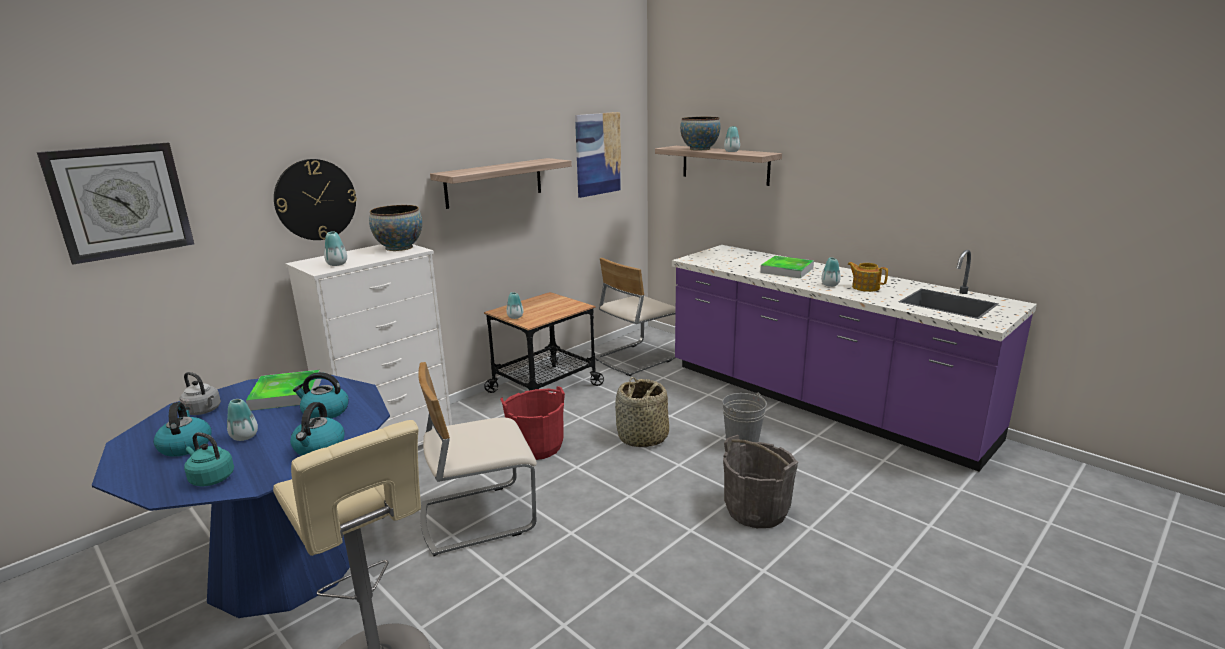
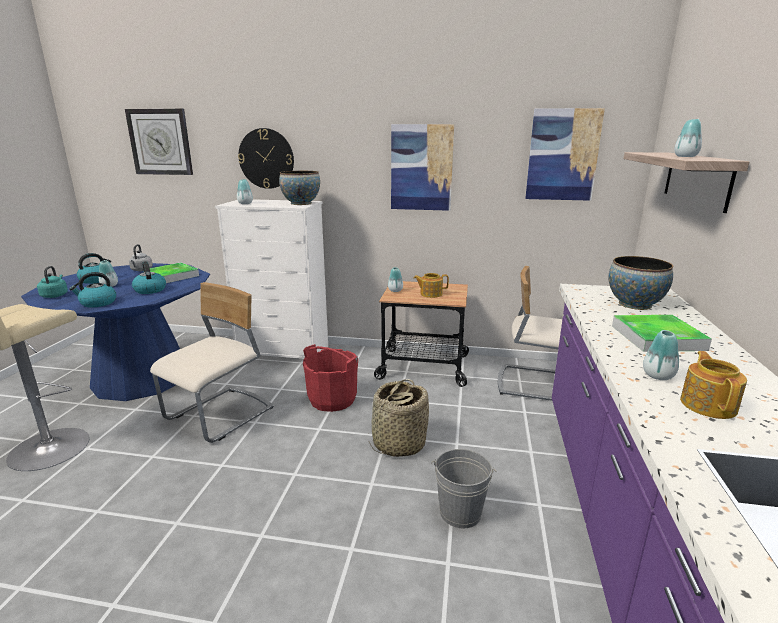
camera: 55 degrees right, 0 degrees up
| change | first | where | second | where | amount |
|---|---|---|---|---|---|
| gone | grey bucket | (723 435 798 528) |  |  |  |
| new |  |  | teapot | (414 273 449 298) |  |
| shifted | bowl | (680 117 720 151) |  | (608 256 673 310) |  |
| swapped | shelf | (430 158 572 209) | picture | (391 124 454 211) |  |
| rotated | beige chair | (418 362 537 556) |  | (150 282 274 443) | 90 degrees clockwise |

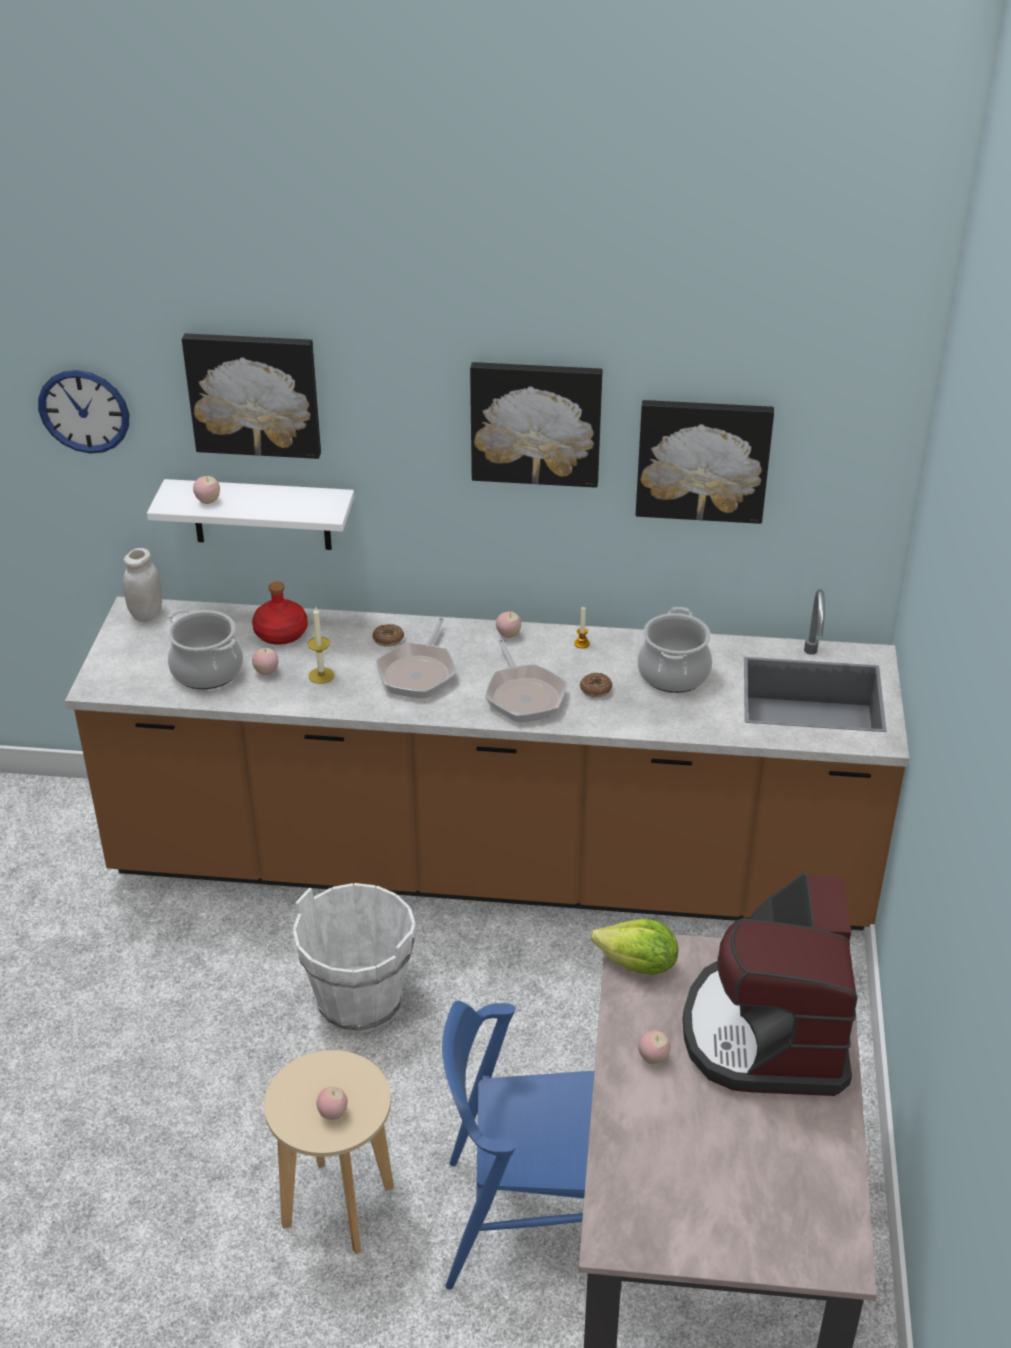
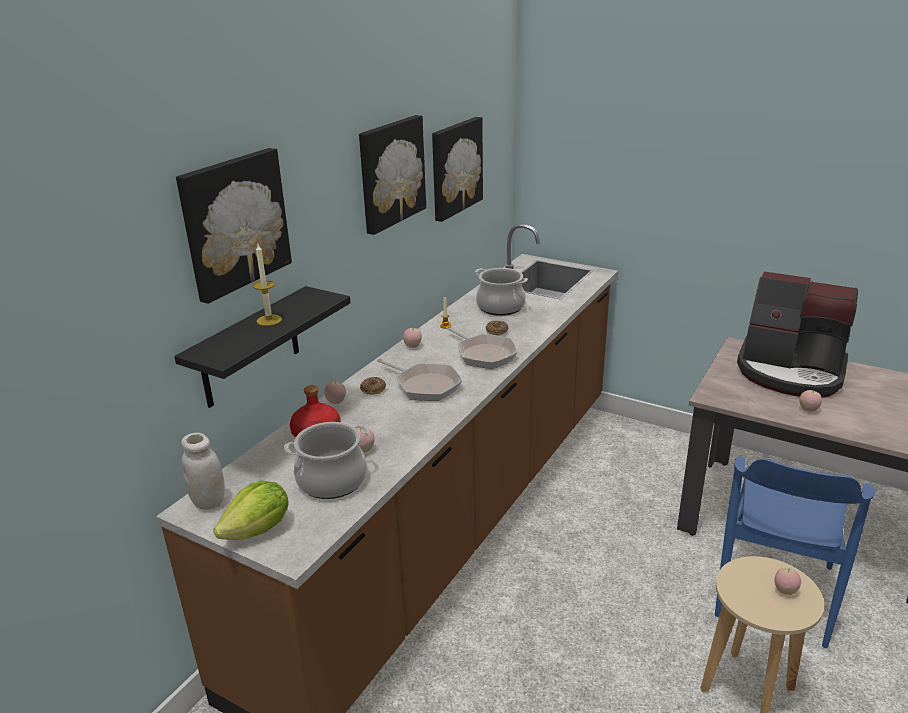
camera: 65 degrees left, 10 degrees down
| change | first | where | second | where | amount |
|---|---|---|---|---|---|
| gone | wall clock | (38 370 129 454) |  |  |  |
| gone | white bucket | (293 883 415 1033) |  |  |  |
| shifted | apple | (193 476 220 504) |  | (324 381 346 404) |  |
| shifted | candle | (308 607 335 684) |  | (253 244 282 326) |  |
| shifted | lettuce | (591 919 679 975) |  | (213 480 288 540) |  |
| repainted | white shelf | (147 479 354 550) | black shelf | (174 286 351 408) |  |
| rotated | frying pan | (485 639 567 722) |  | (446 326 517 369) | 45 degrees clockwise |

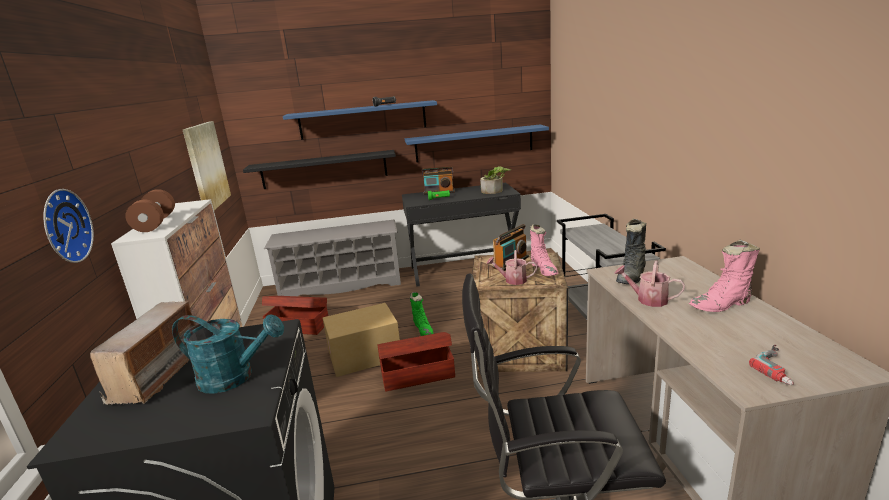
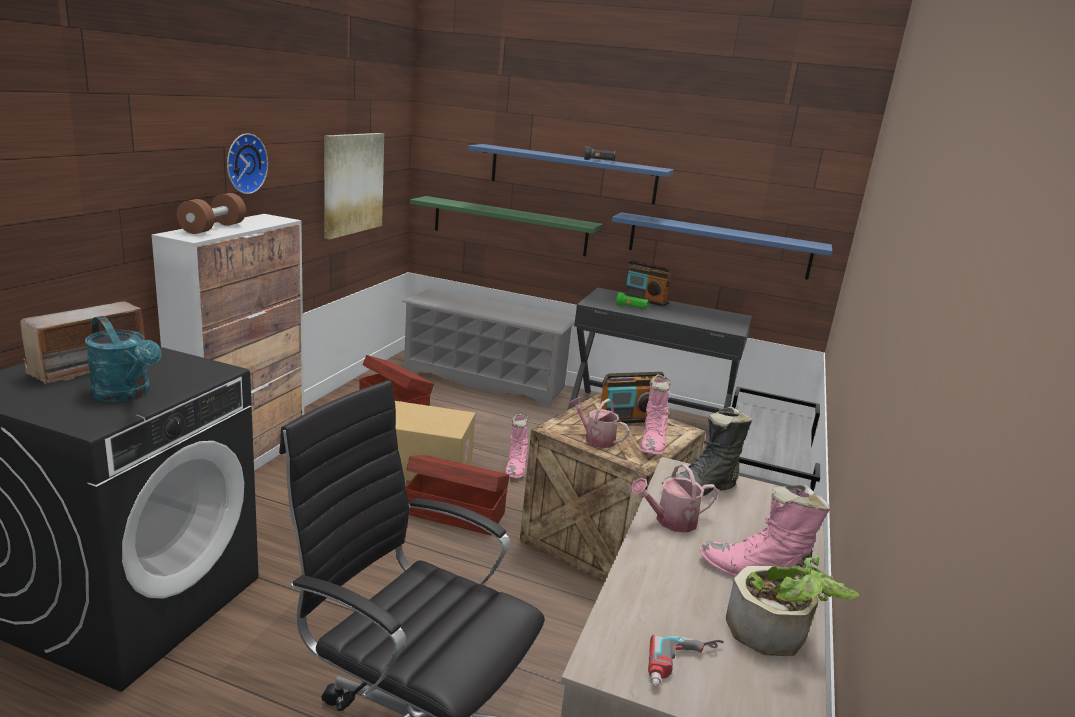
camera: 25 degrees right, 0 degrees up
| change | first | where | second | where | amount |
|---|---|---|---|---|---|
| shifted | wall clock | (43 189 94 263) |  | (227 133 268 194) |  |
| shifted | potted plant | (480 166 511 194) |  | (726 556 859 656) |  |
| repainted | black shelf | (243 150 396 189) | green shelf | (410 196 603 256) |  |
| repainted | green boot | (410 292 434 336) | pink boot | (505 414 528 478) |  |
| rotated | watering can | (615 261 685 307) |  | (630 464 718 532) | 75 degrees counterclockwise |

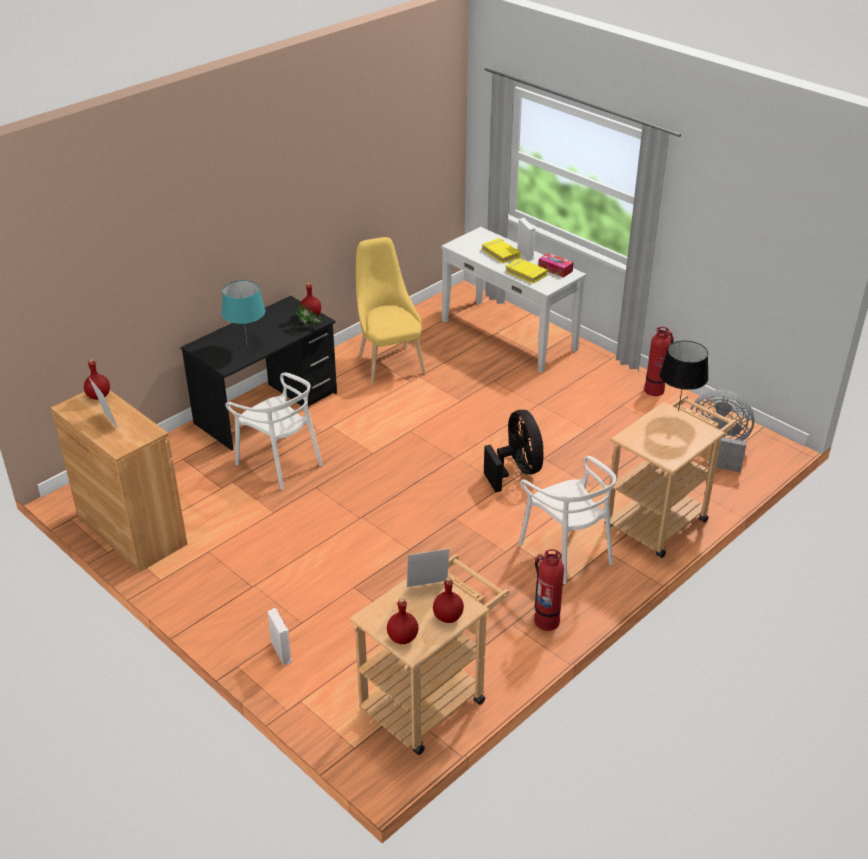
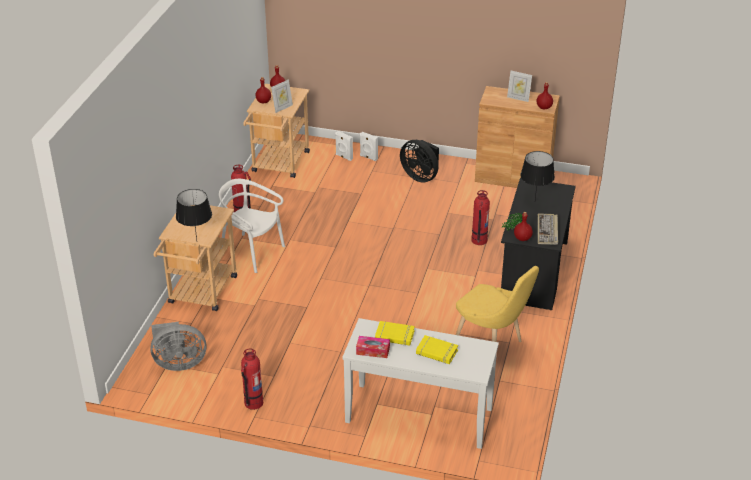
camera: 150 degrees right, 0 degrees up
| change | first | where | second | where | amount |
|---|---|---|---|---|---|
| new |  |  | keyboard | (538 214 558 245) |  |
| shifted | black fan | (484 410 544 492) |  | (400 140 439 183) |  |
| shifted | white speaker | (518 218 536 260) |  | (335 131 353 161) |  |
| swapped | white chair | (225 372 323 490) | fire extinguisher | (471 190 490 245) |  |
| repainted | turquoise table lamp | (222 280 265 346) | black table lamp | (520 151 555 200) |  |

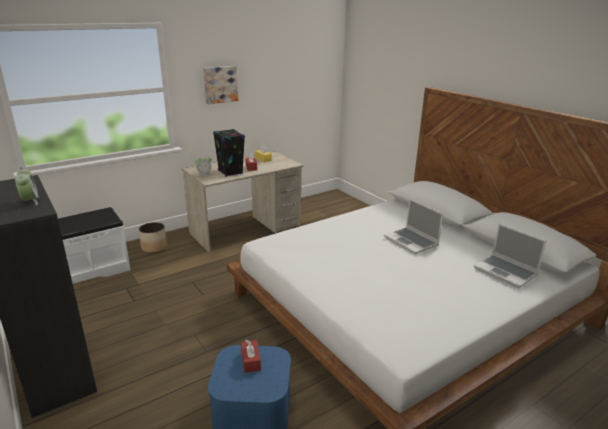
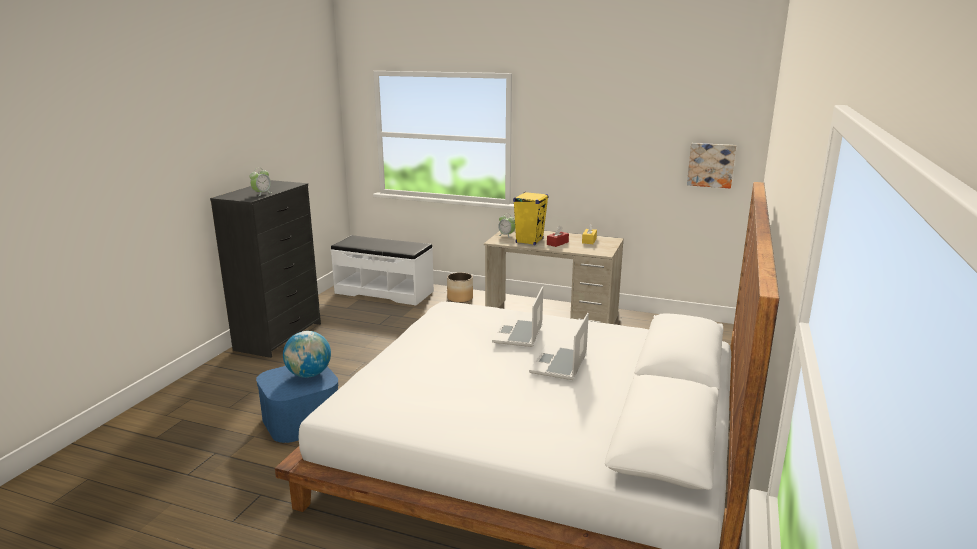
camera: 55 degrees right, 5 degrees down
| change | first | where | second | where | amount |
|---|---|---|---|---|---|
| shifted | picture | (204 66 238 104) |  | (687 143 736 188) |  |
| shifted | laptop | (474 224 546 288) |  | (492 286 543 347) |  |
| swapped | red tissue box | (241 340 261 373) | globe | (283 331 331 378) |  |
| repainted | black speaker | (213 129 245 177) | yellow speaker | (513 192 549 245) |  |

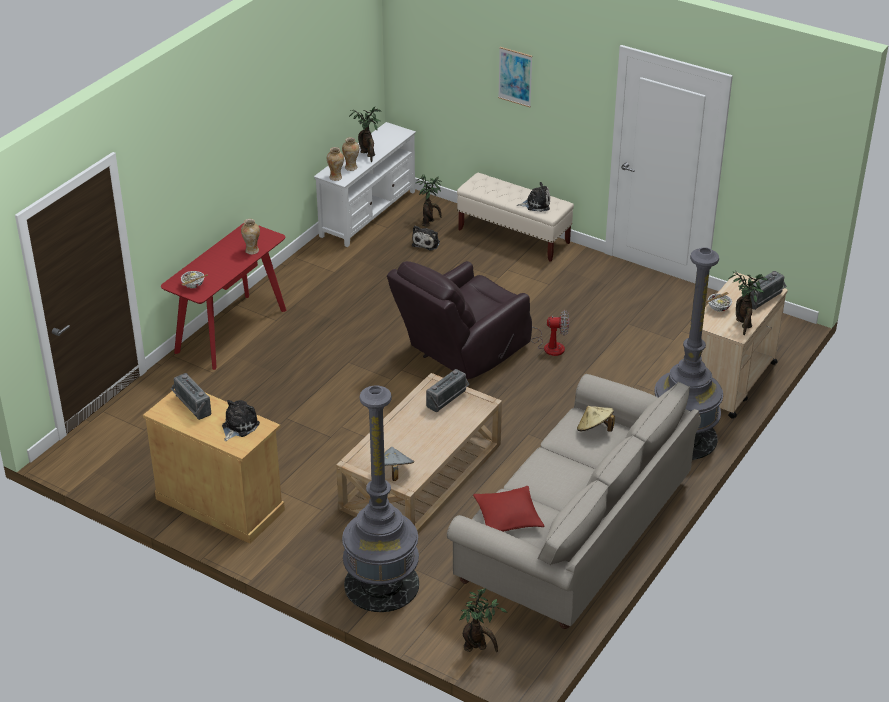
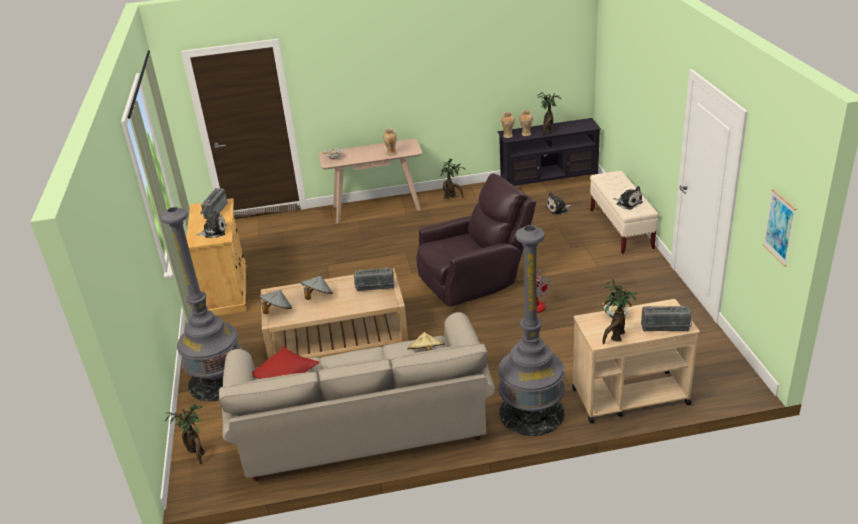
camera: 50 degrees right, 5 degrees down
| change | first | where | second | where | amount |
|---|---|---|---|---|---|
| new |  |  | grey hat | (301 276 333 300) |  |
| shifted | potted plant | (416 175 442 227) |  | (440 159 466 199) |  |
| shifted | picture | (498 47 533 107) |  | (763 189 796 267) |  |
| repainted | red console table | (161 223 287 370) | beige console table | (319 139 422 223) |  |
| repainted | white tv stand | (314 122 416 247) | black tv stand | (498 118 601 186) |  |
| rotated | brown armchair | (387 261 532 379) |  | (416 174 536 307) | 150 degrees clockwise |

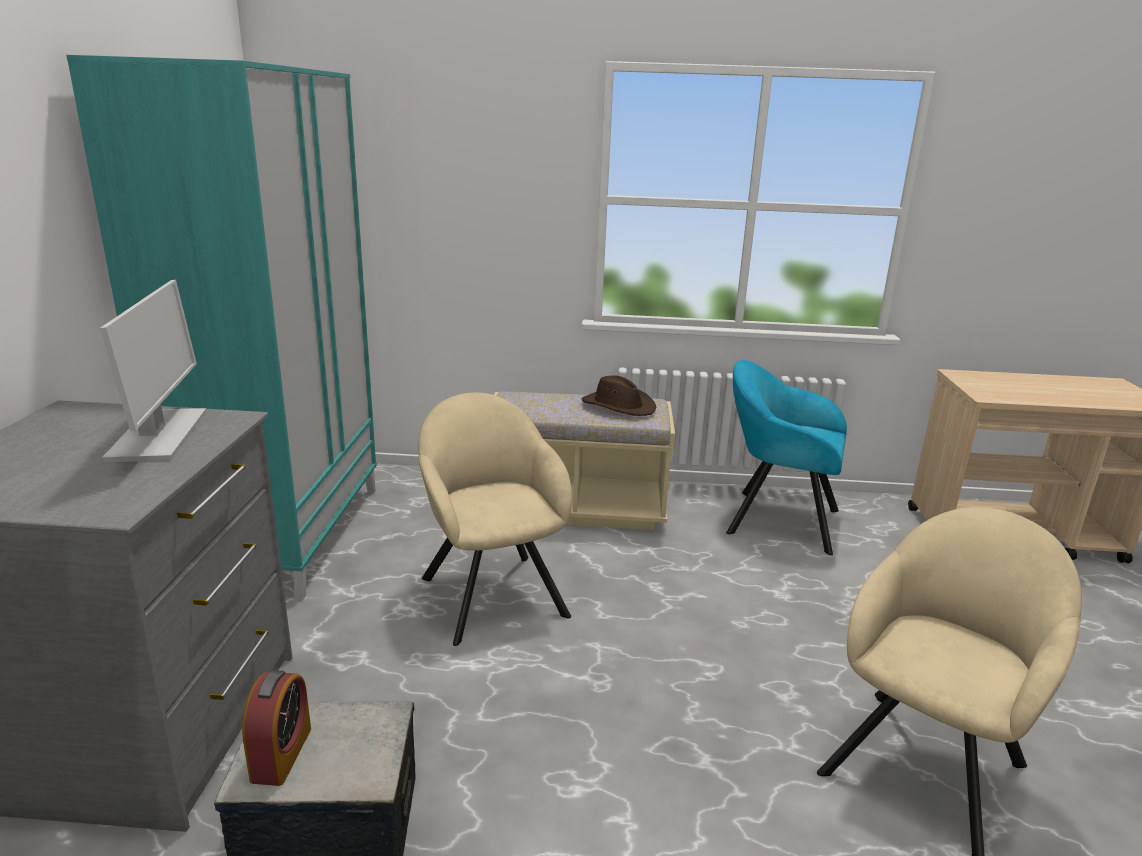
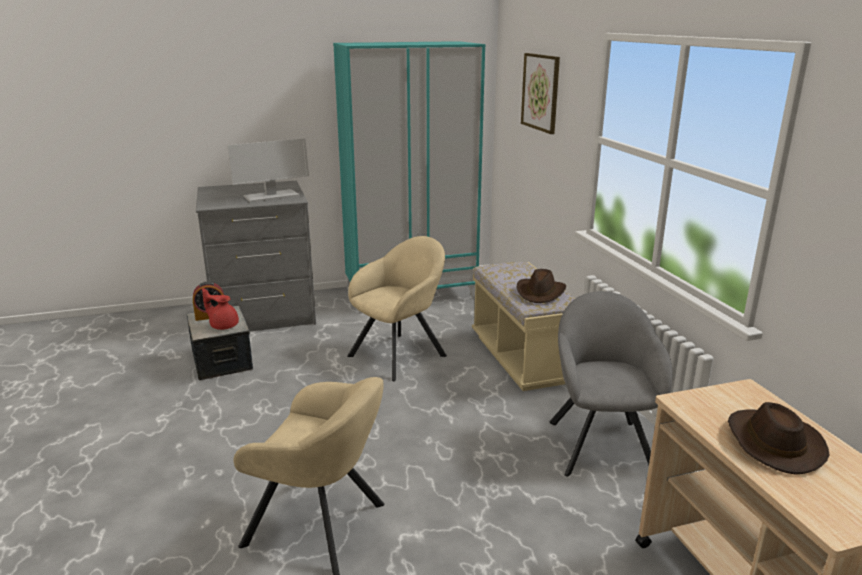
camera: 70 degrees right, 0 degrees up
| change | first | where | second | where | amount |
|---|---|---|---|---|---|
| new |  |  | red teapot | (202 288 239 330) |  |
| new |  |  | picture | (521 53 560 134) |  |
| new |  |  | brown hat | (728 402 830 475) |  |
| repainted | turquoise armchair | (726 360 847 555) | grey armchair | (550 291 673 476) |  |

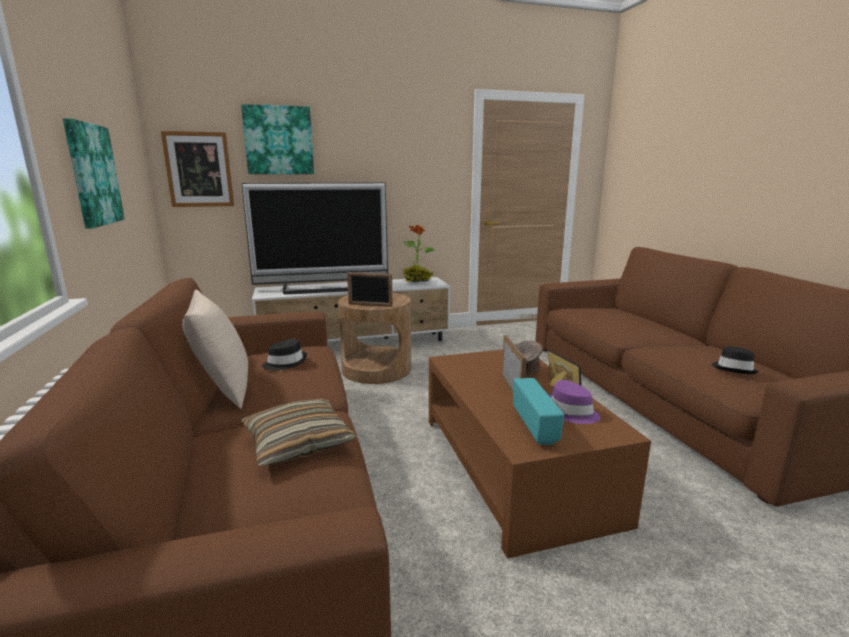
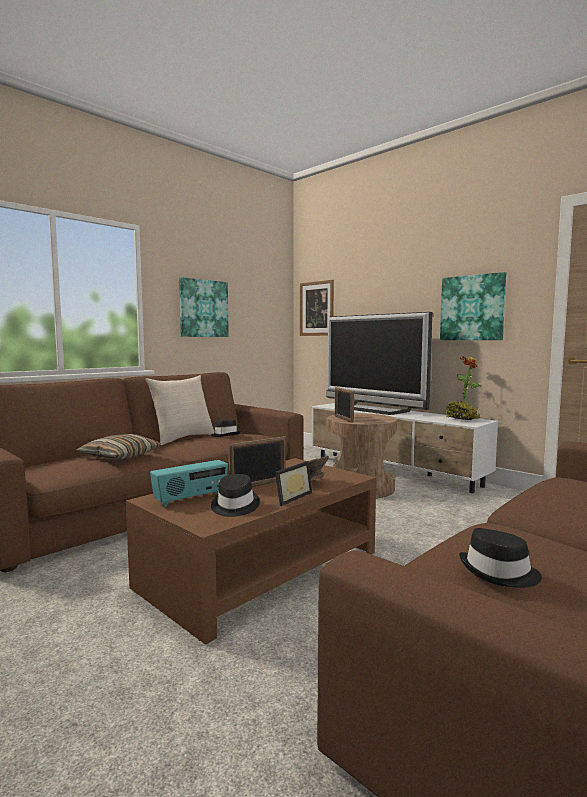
camera: 60 degrees right, 10 degrees down
| change | first | where | second | where | amount |
|---|---|---|---|---|---|
| shifted | picture | (241 104 314 174) |  | (440 272 506 340) |  |
| repainted | purple hat | (549 380 601 424) | black hat | (211 474 260 517) |  |

